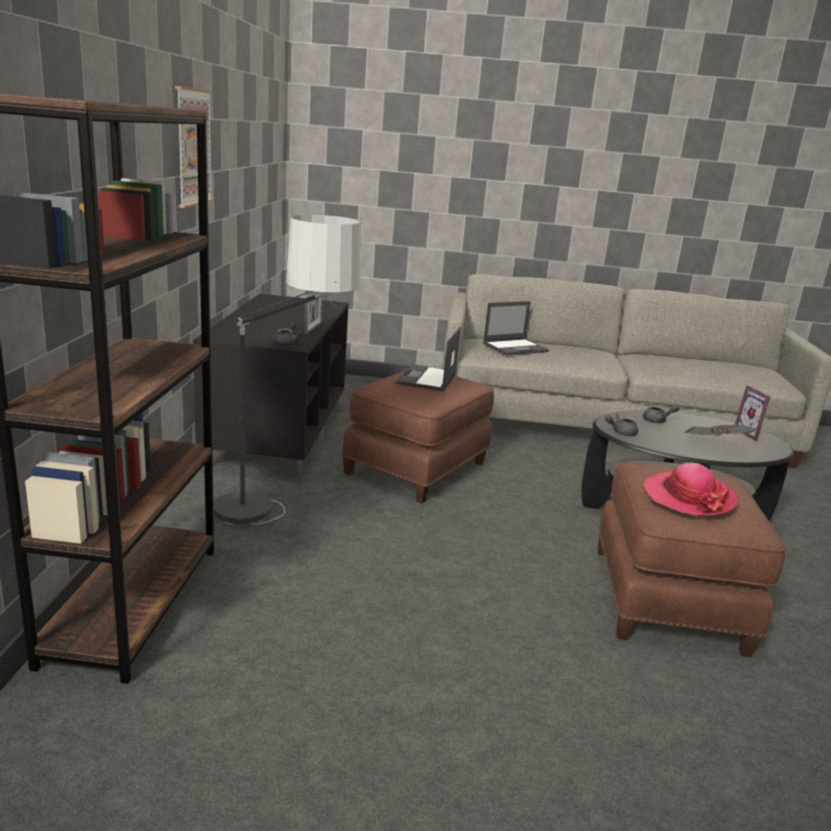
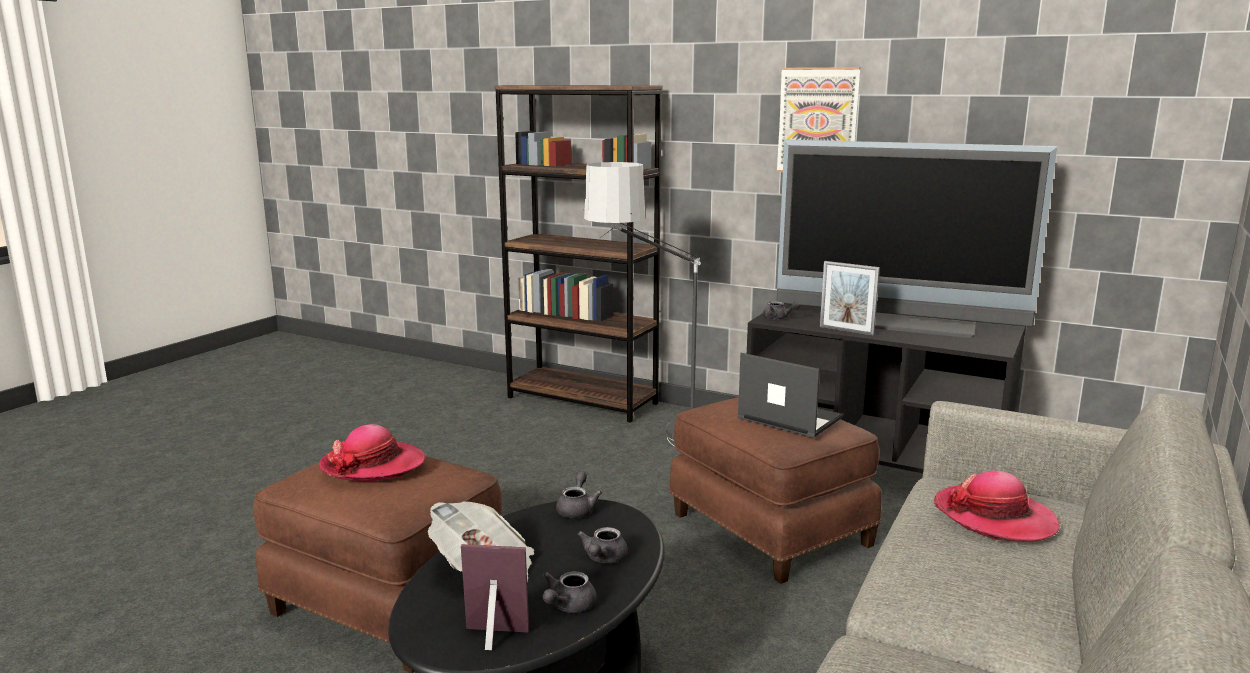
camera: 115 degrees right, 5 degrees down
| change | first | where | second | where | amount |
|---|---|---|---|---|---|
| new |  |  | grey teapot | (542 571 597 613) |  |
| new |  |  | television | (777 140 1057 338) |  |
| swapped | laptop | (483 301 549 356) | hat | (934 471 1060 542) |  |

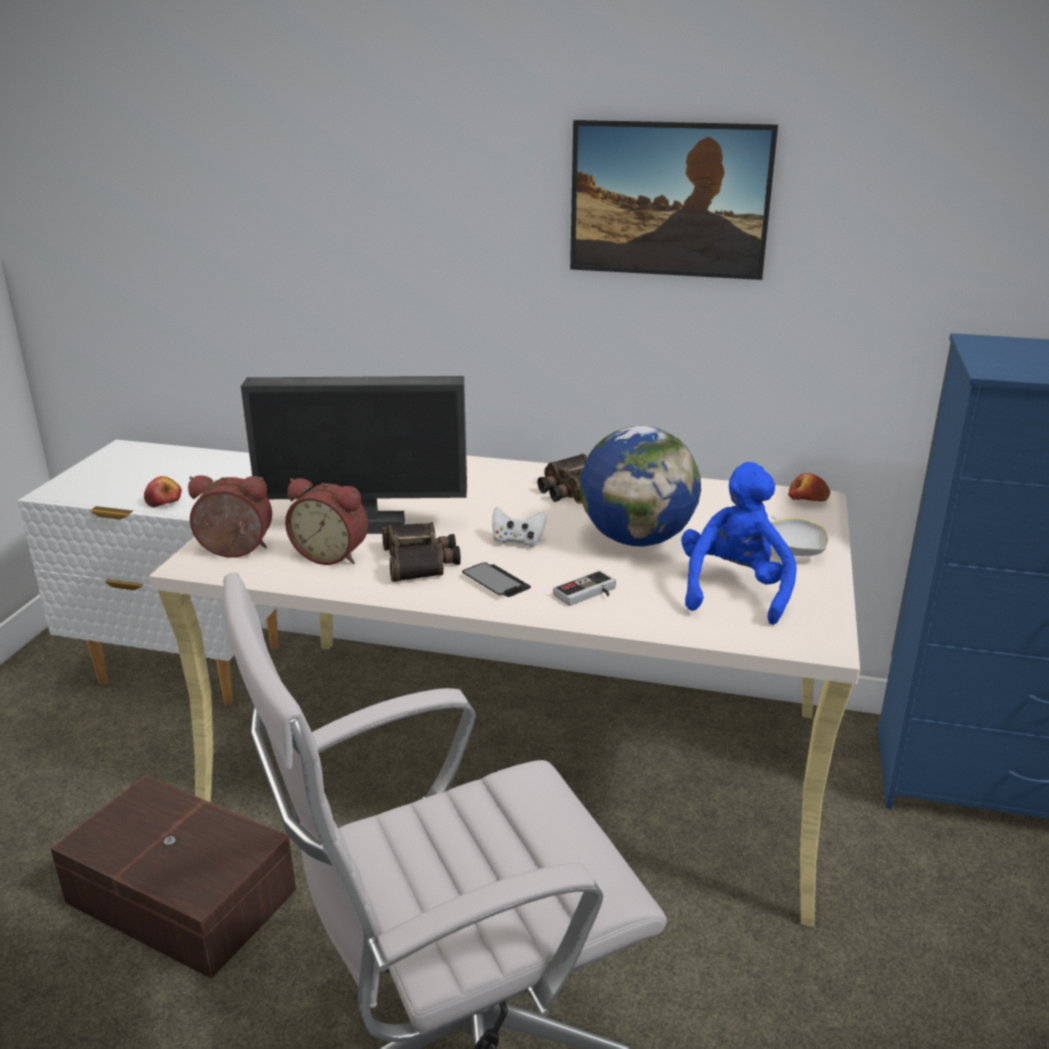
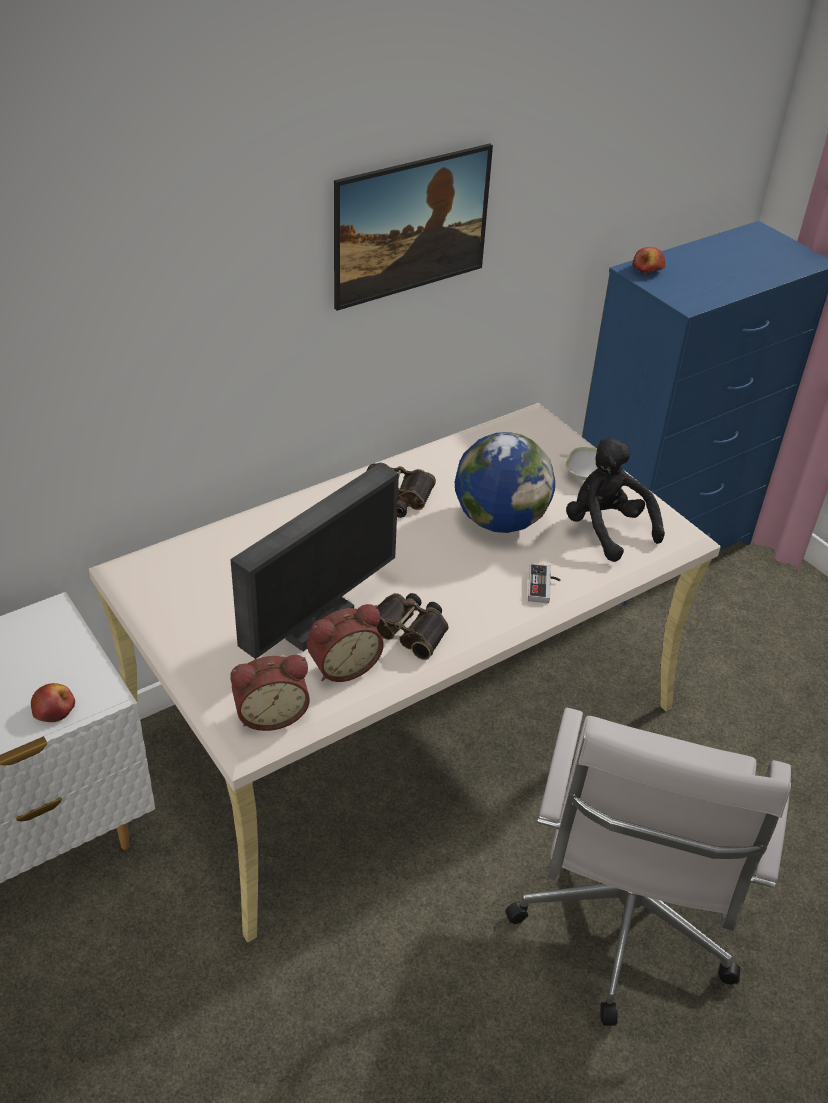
camera: 50 degrees left, 15 degrees up
| change | first | where | second | where | amount |
|---|---|---|---|---|---|
| gone | brown storage box | (50 775 296 979) |  |  |  |
| gone | phone | (462 562 531 597) |  |  |  |
| gone | white game controller | (492 507 547 547) |  |  |  |
| shifted | apple | (788 473 830 502) |  | (633 247 666 274) |  |
| repainted | blue plush toy | (681 462 797 625) | black plush toy | (566 438 665 562) |  |
| rotated | alarm clock | (188 475 272 558) |  | (230 655 310 731) | 150 degrees counterclockwise |

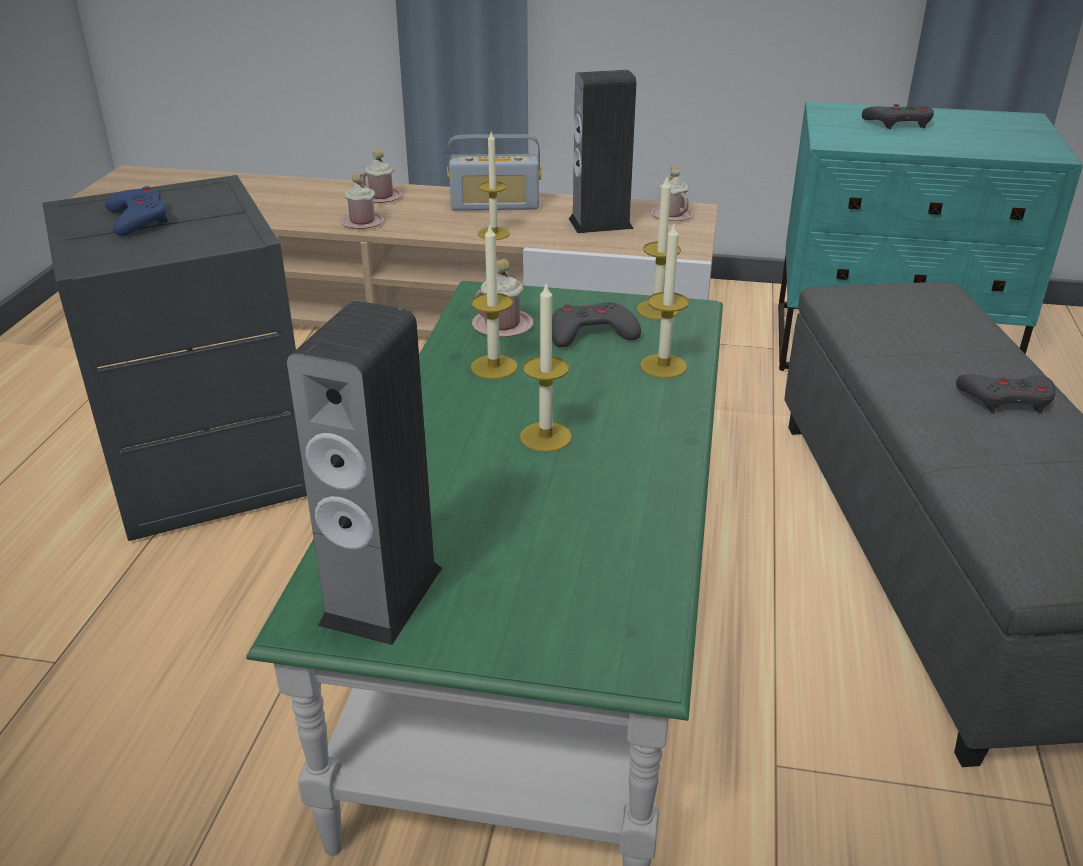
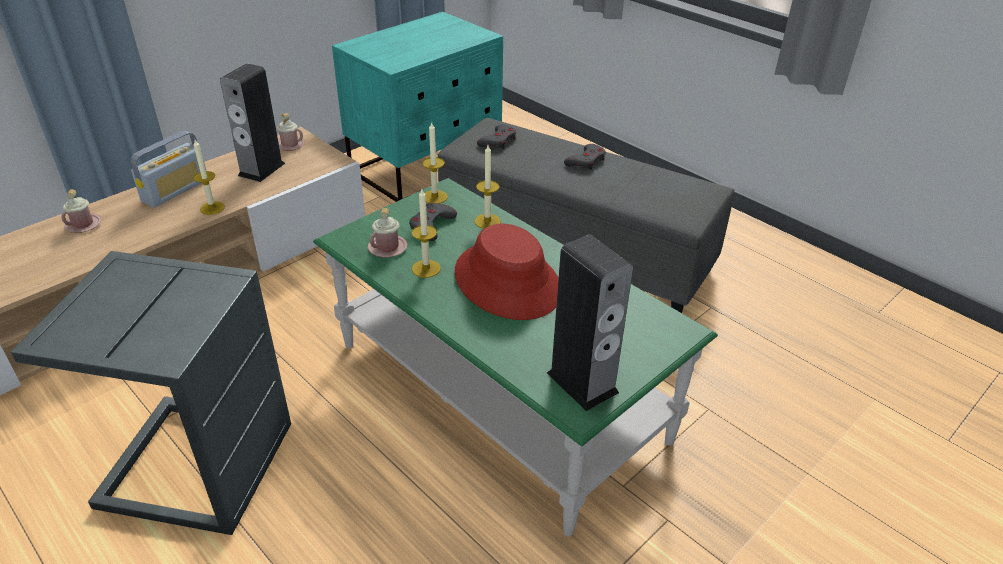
camera: 55 degrees left, 5 degrees up
| change | first | where | second | where | amount |
|---|---|---|---|---|---|
| gone | blue game controller | (105 186 168 236) |  |  |  |
| gone | pink mug | (340 173 384 229) |  |  |  |
| shifted | grey game controller | (862 104 934 129) |  | (477 124 516 149) |  |
| swapped | candle | (520 281 572 452) | red hat | (455 224 558 320) |  |

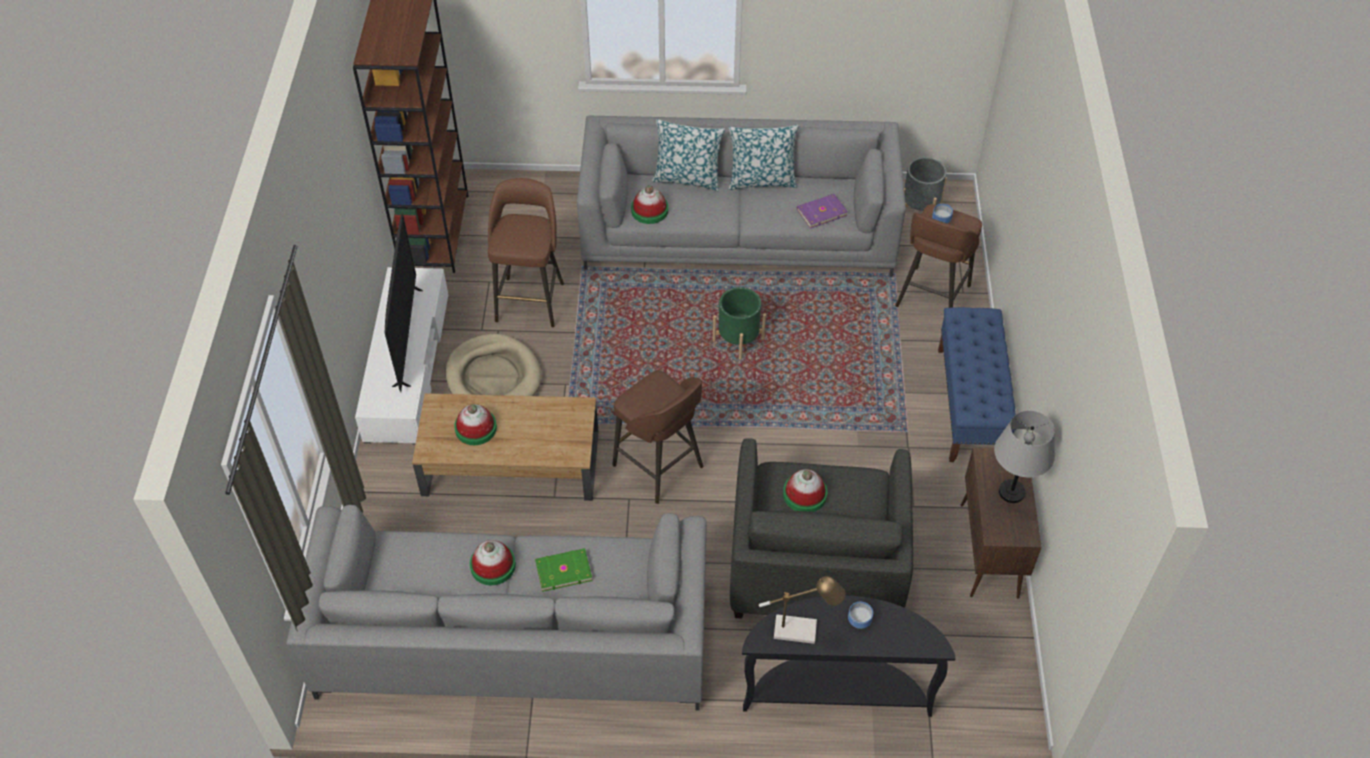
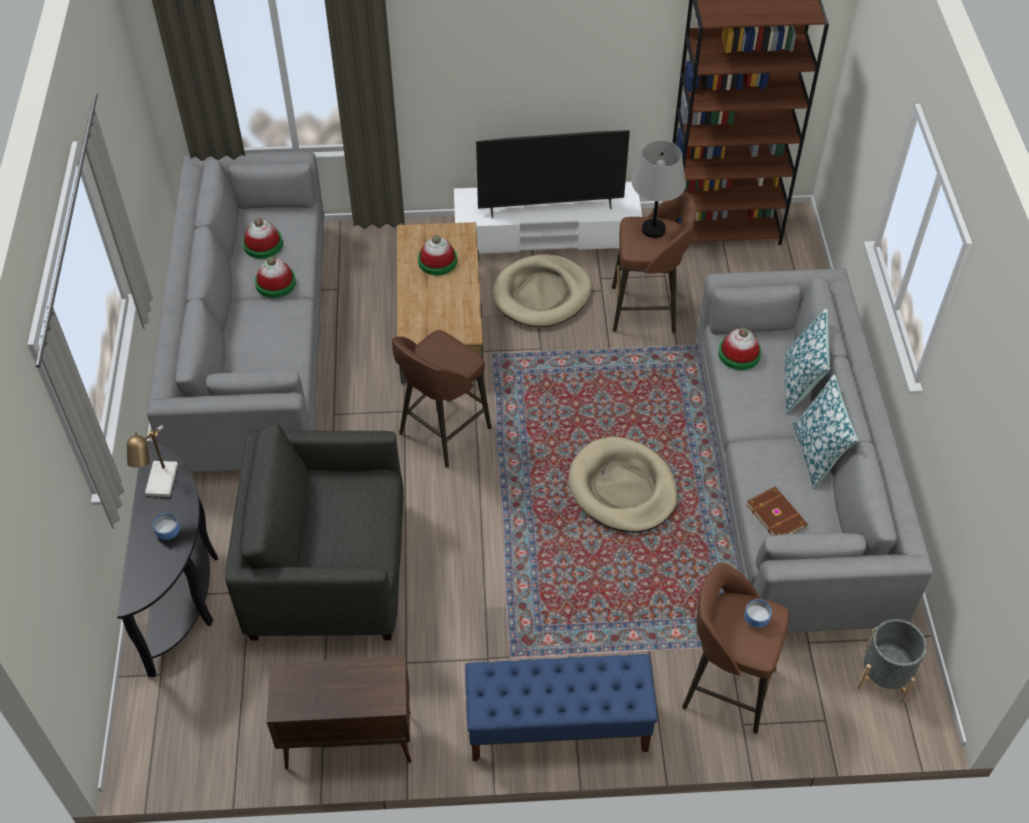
camera: 85 degrees right, 0 degrees up
| change | first | where | second | where | amount |
|---|---|---|---|---|---|
| gone | green book | (535 548 593 592) |  |  |  |
| shifted | hat | (783 469 827 512) |  | (243 218 283 259) |  |
| shifted | grey table lamp | (994 411 1055 503) |  | (632 141 686 238) |  |
| swapped | green planter | (713 287 766 360) | beige dog bed | (568 436 678 532) |  |
| repainted | purple book | (797 194 848 229) | brown book | (746 486 808 536) |  |

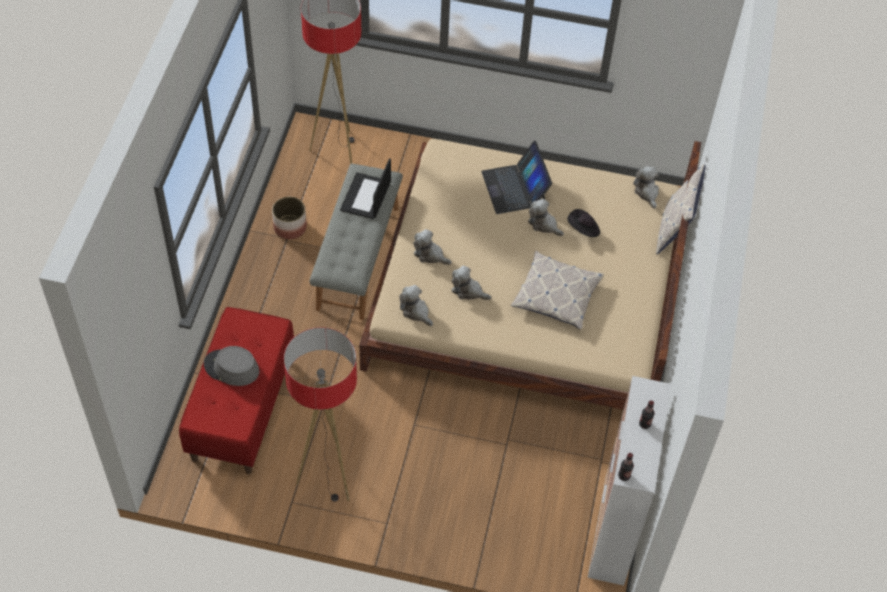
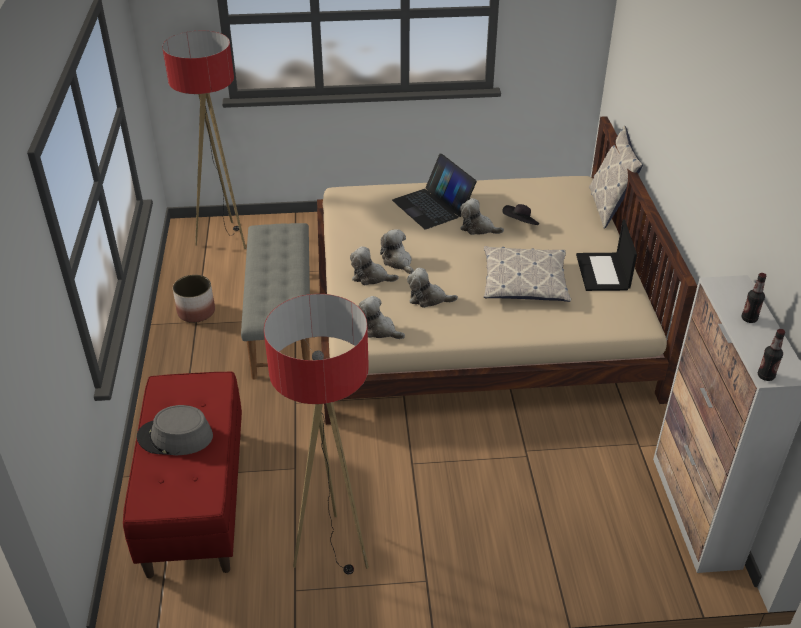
camera: 15 degrees left, 15 degrees down
| change | first | where | second | where | amount |
|---|---|---|---|---|---|
| shifted | laptop | (340 158 391 219) |  | (576 220 637 291) |  |
| shifted | plush toy | (633 166 659 209) |  | (380 229 414 274) |  |

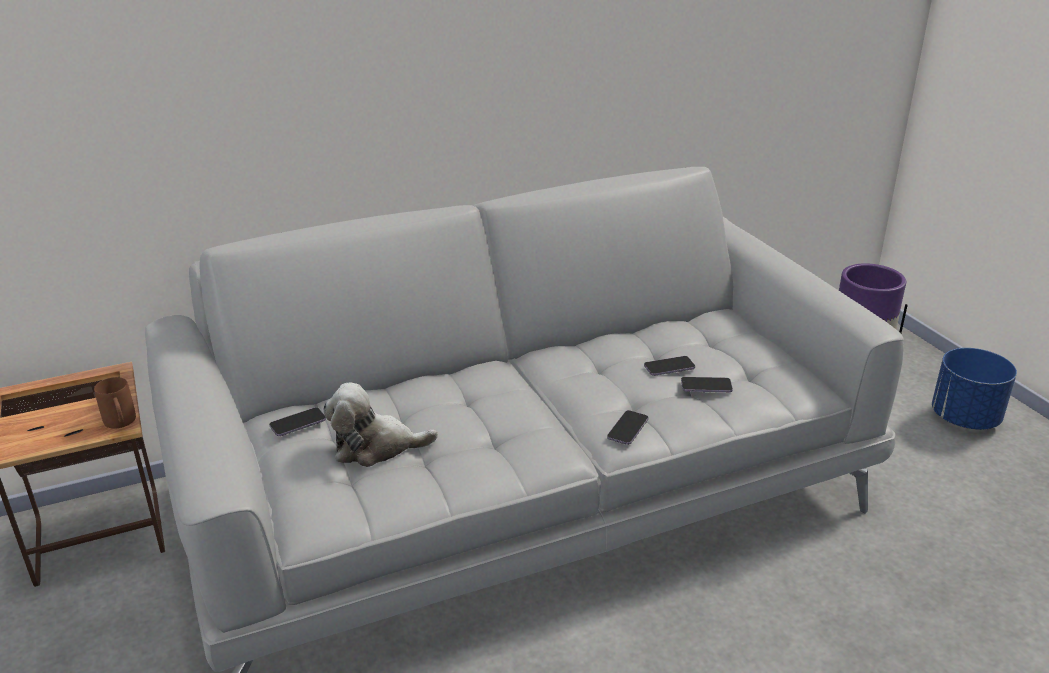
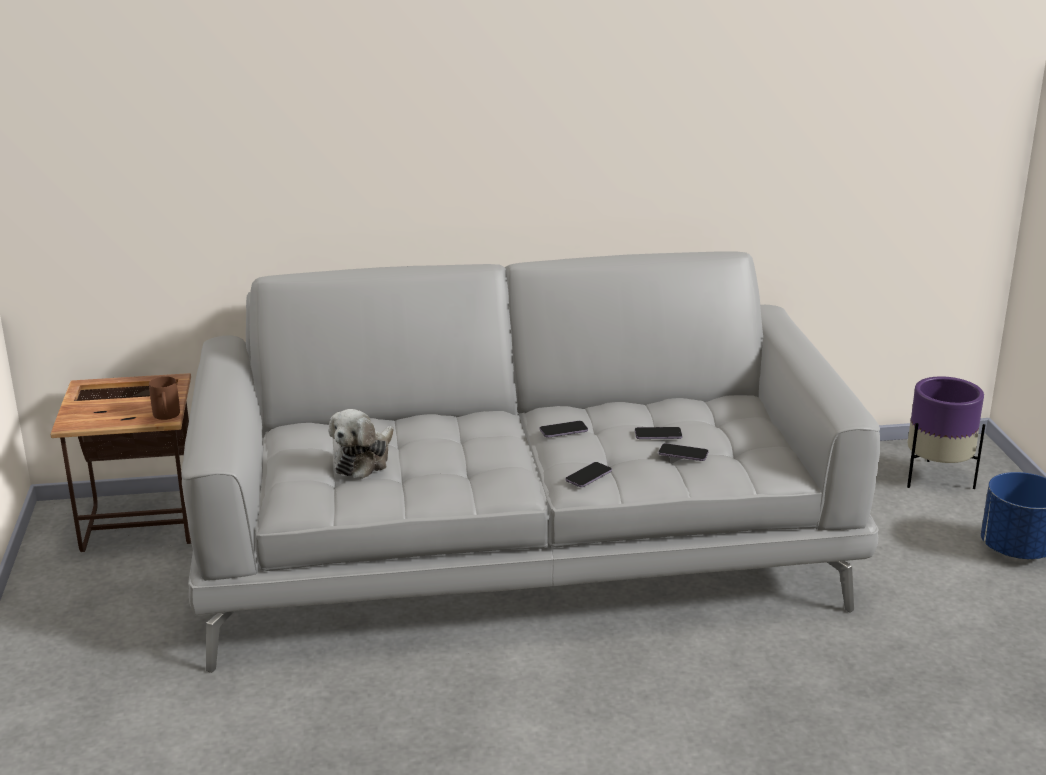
camera: 15 degrees right, 5 degrees down
| change | first | where | second | where | amount |
|---|---|---|---|---|---|
| shifted | phone | (269 407 326 436) |  | (540 421 588 438) |  |
| rotated | plush toy | (323 382 438 467) |  | (329 409 394 479) | 75 degrees counterclockwise |

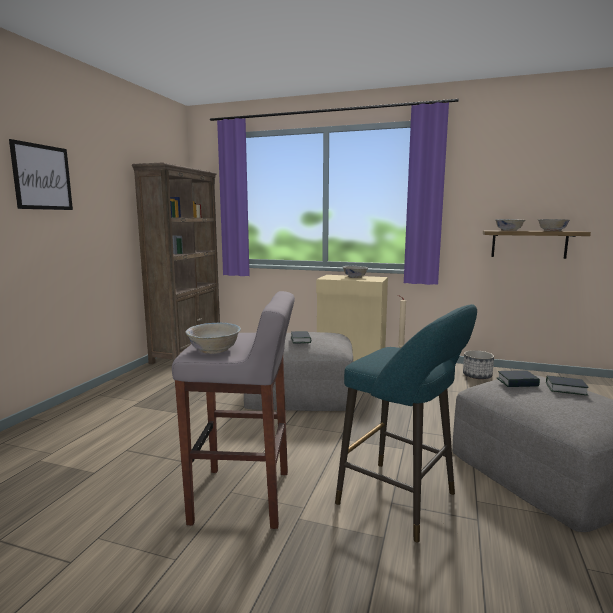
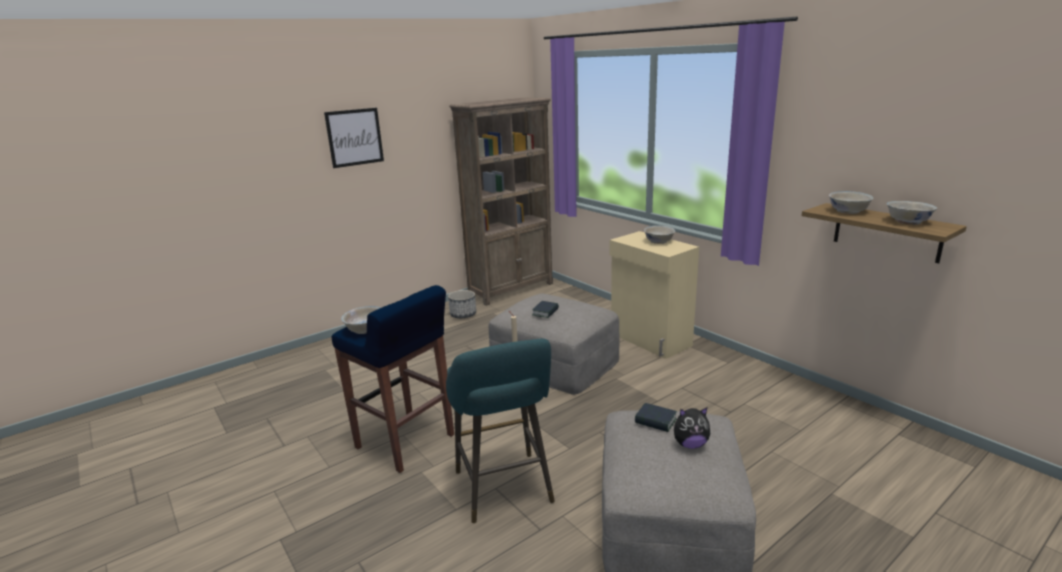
camera: 35 degrees right, 10 degrees up
| change | first | where | second | where | amount |
|---|---|---|---|---|---|
| shifted | planter | (463 350 494 379) |  | (448 290 476 318) |  |
| swapped | book | (546 376 589 396) | plush toy | (674 408 710 449) |  |
| repainted | grey stool | (172 291 295 529) | blue stool | (332 285 454 473) |  |

